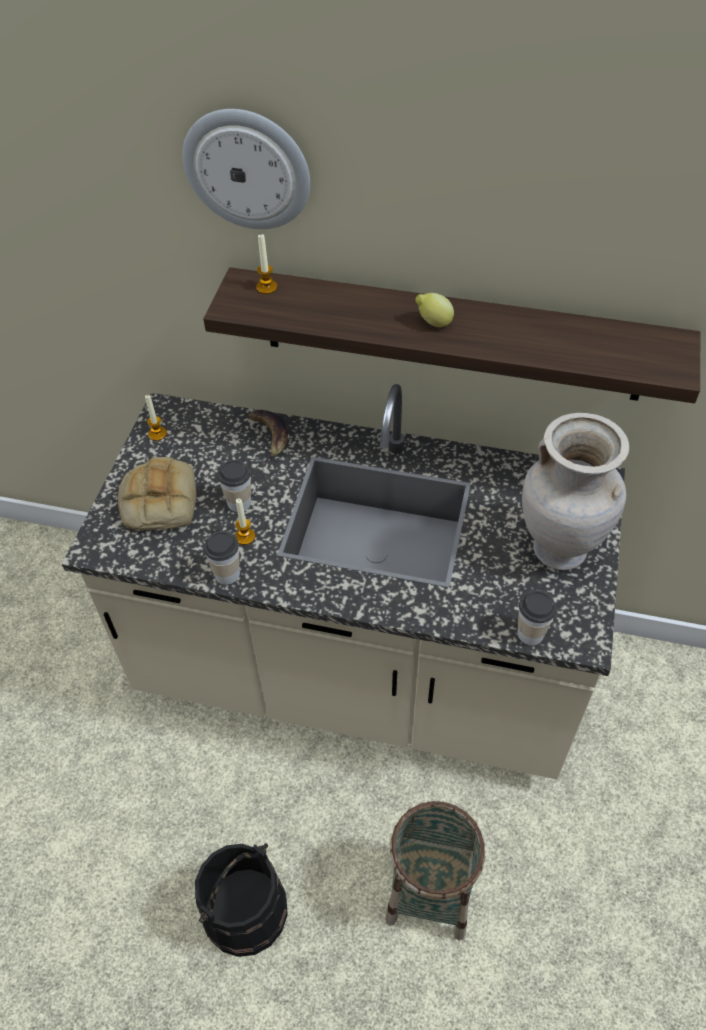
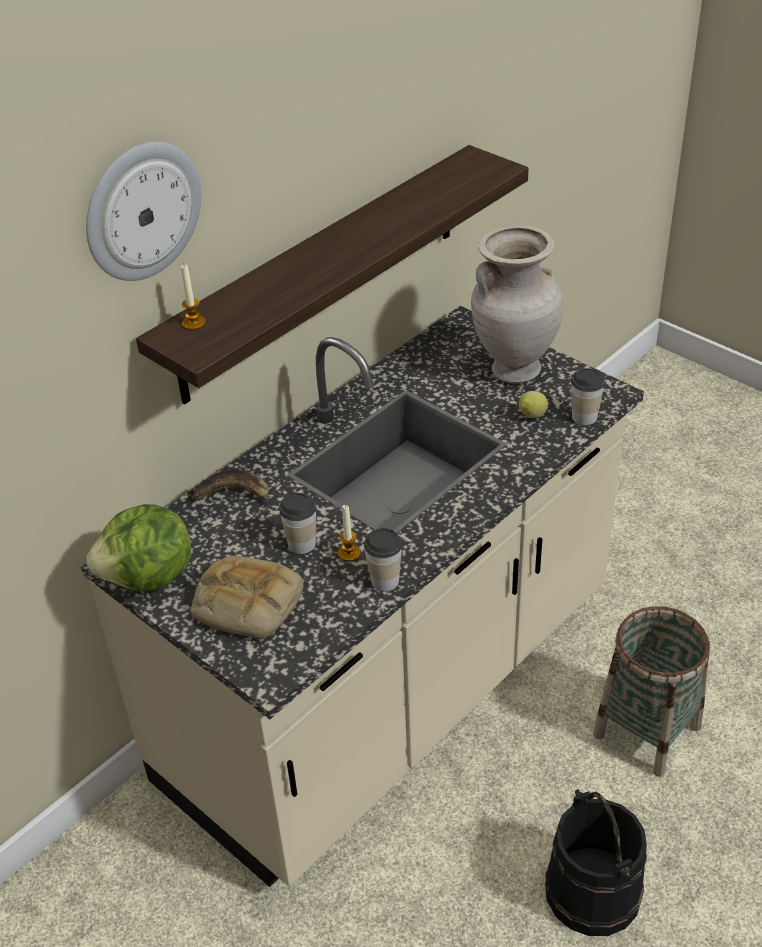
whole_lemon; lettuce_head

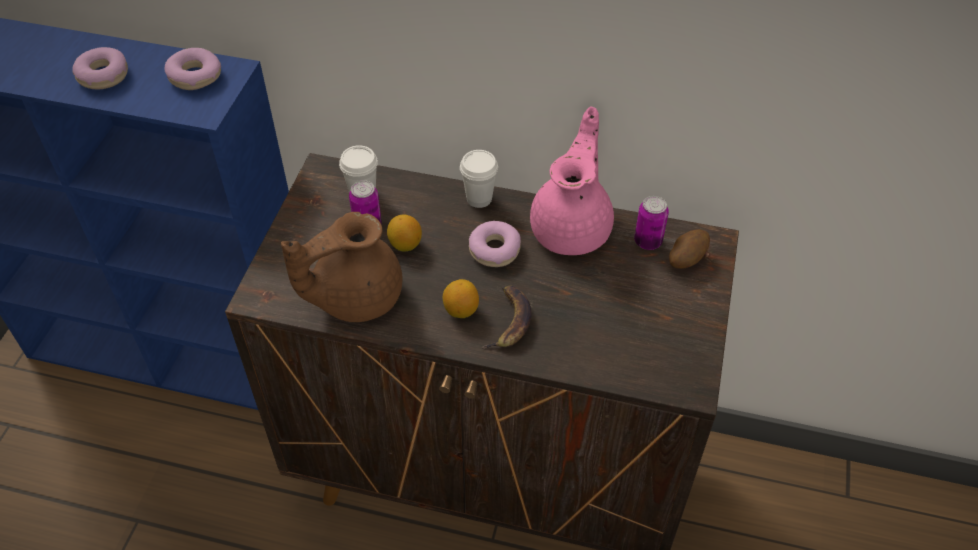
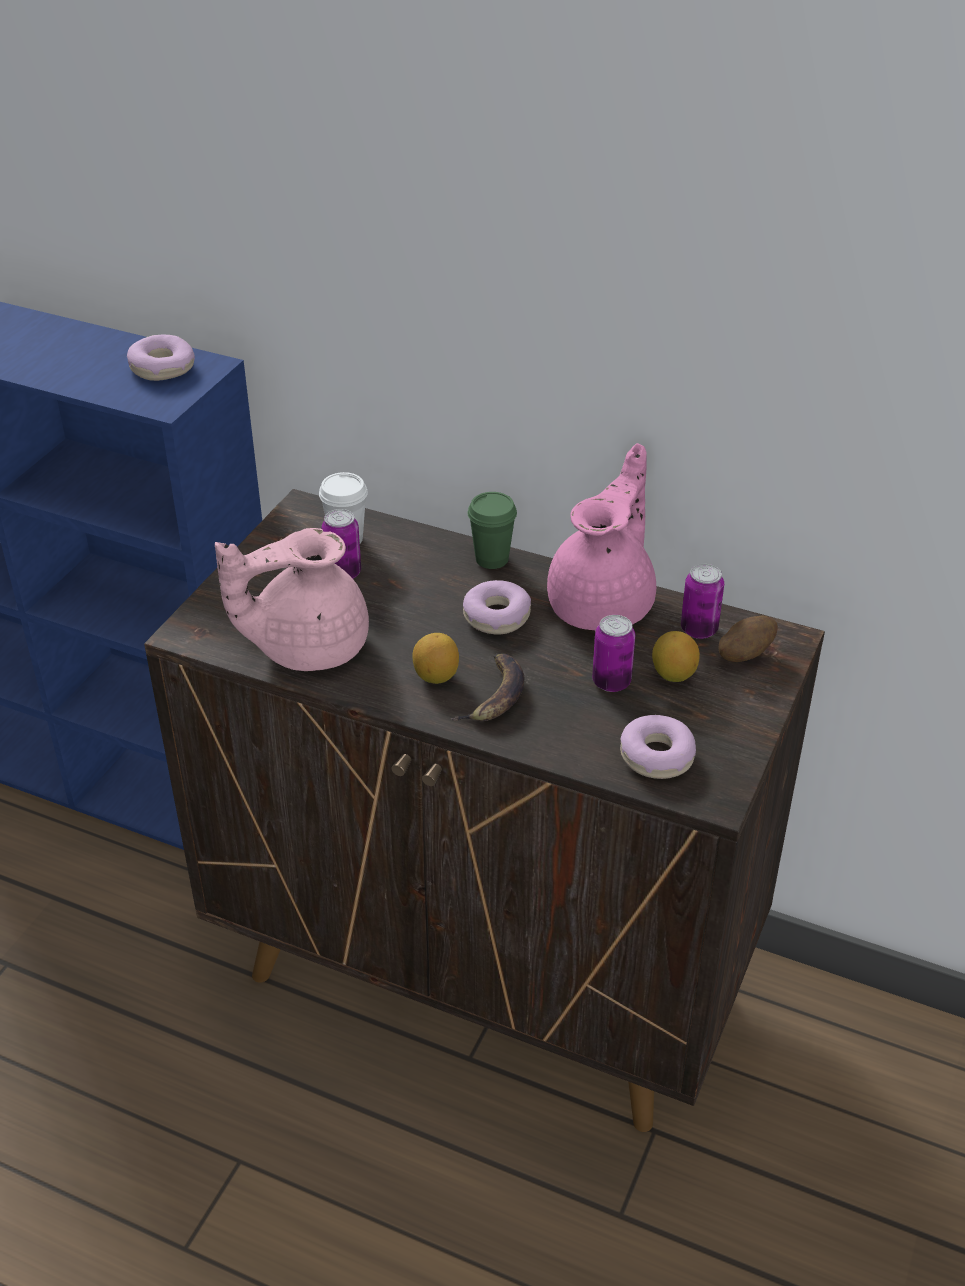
can (no. 2 from left); ring_doughnut (no. 3 from left); whole_lemon (no. 2 from left); pink_pot_for_tea (no. 1 from left); green_cup

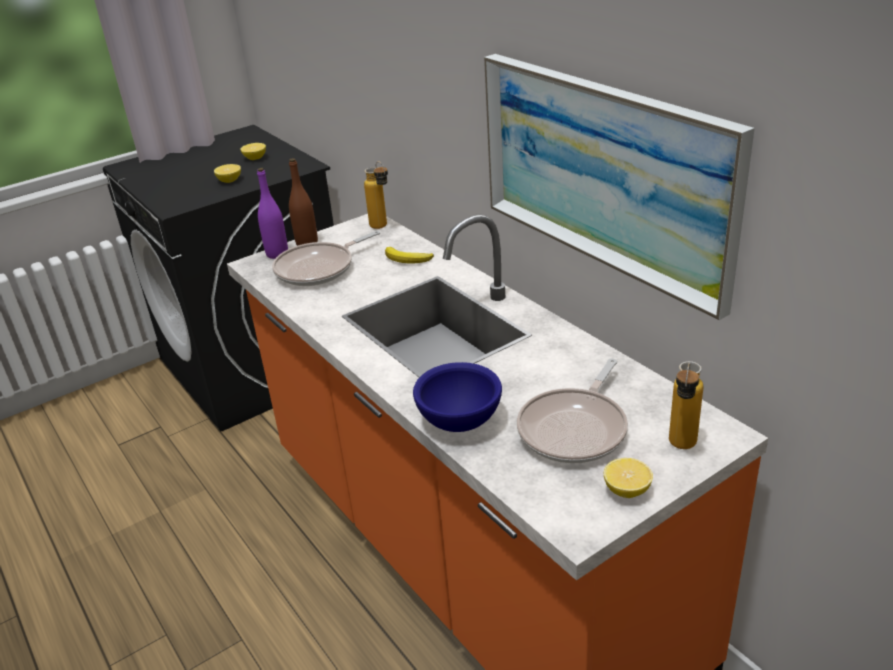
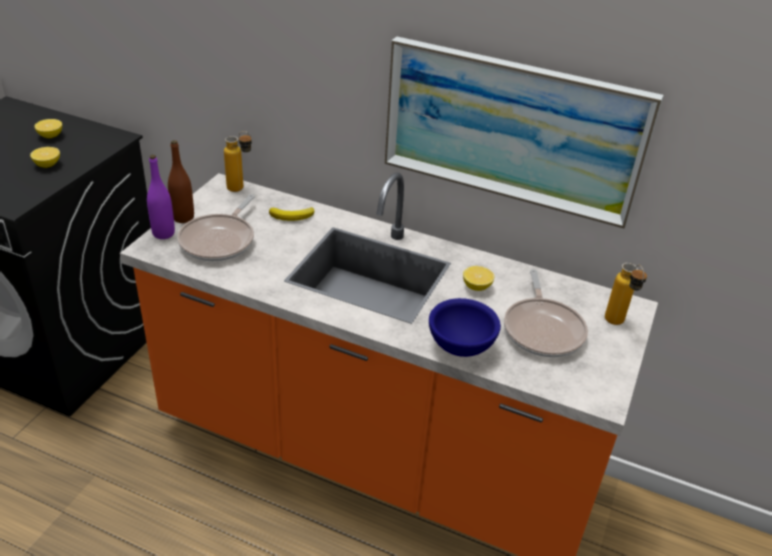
whole_lemon (no. 3 from left)

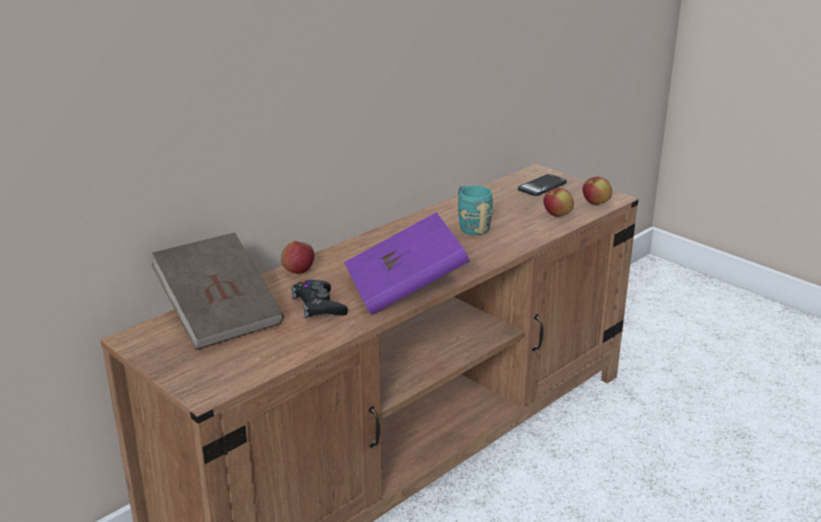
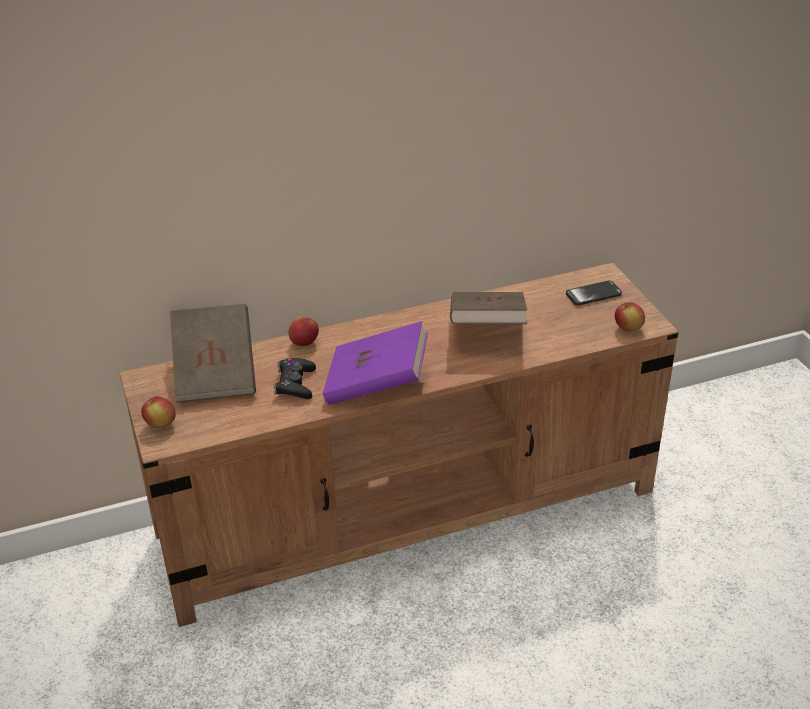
apple (no. 1 from left); brownish_bound_book (no. 2 from left)

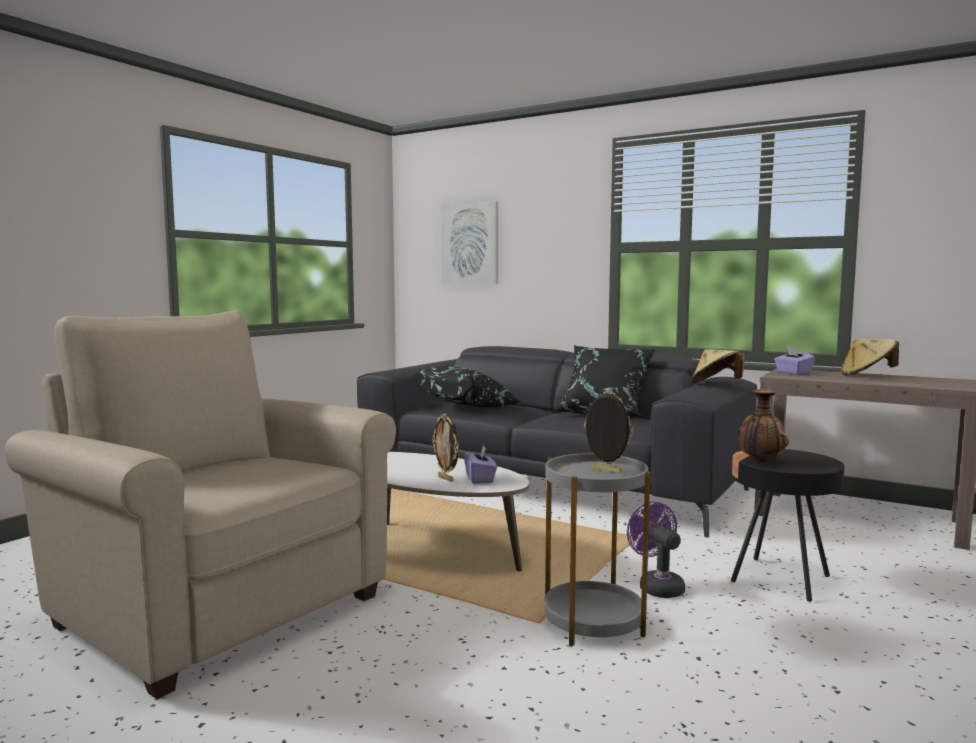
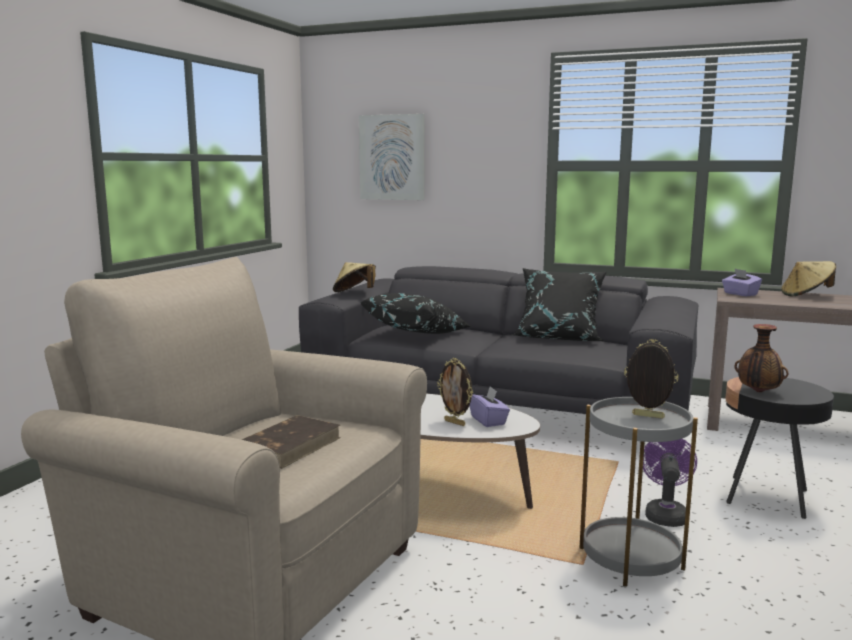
brownish_bound_book; sand-coloured_clothing_hat (no. 1 from left); purple-coloured_cooling_fan

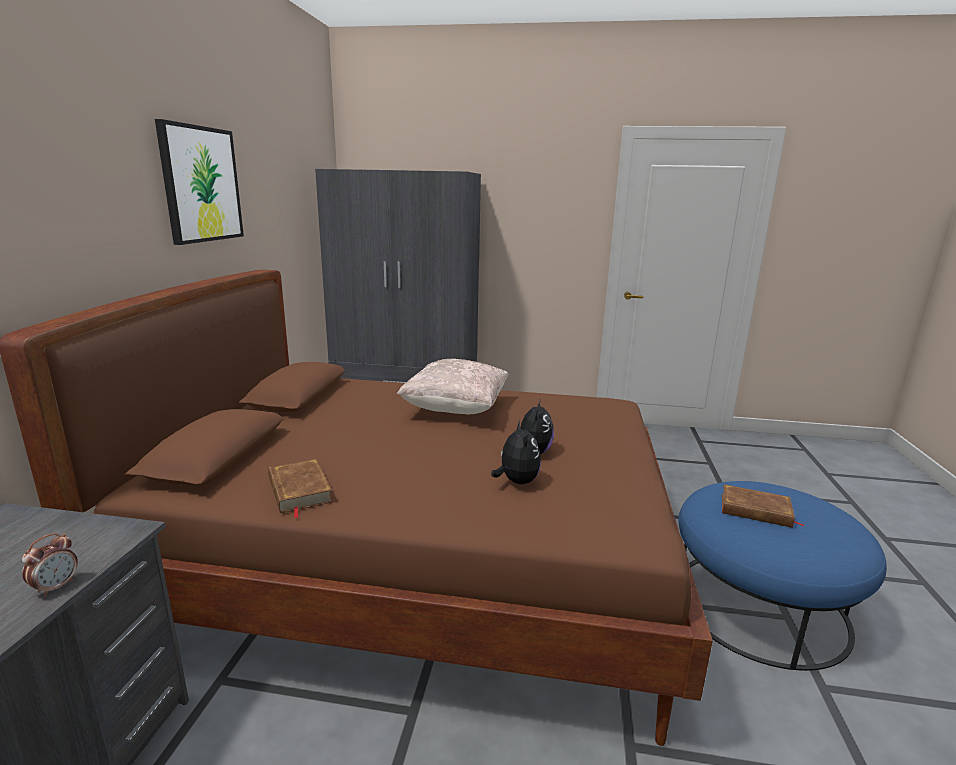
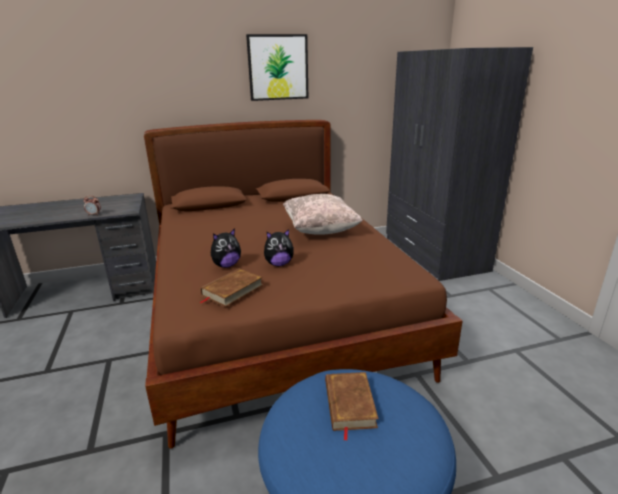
brownish_bound_book (no. 1 from left)

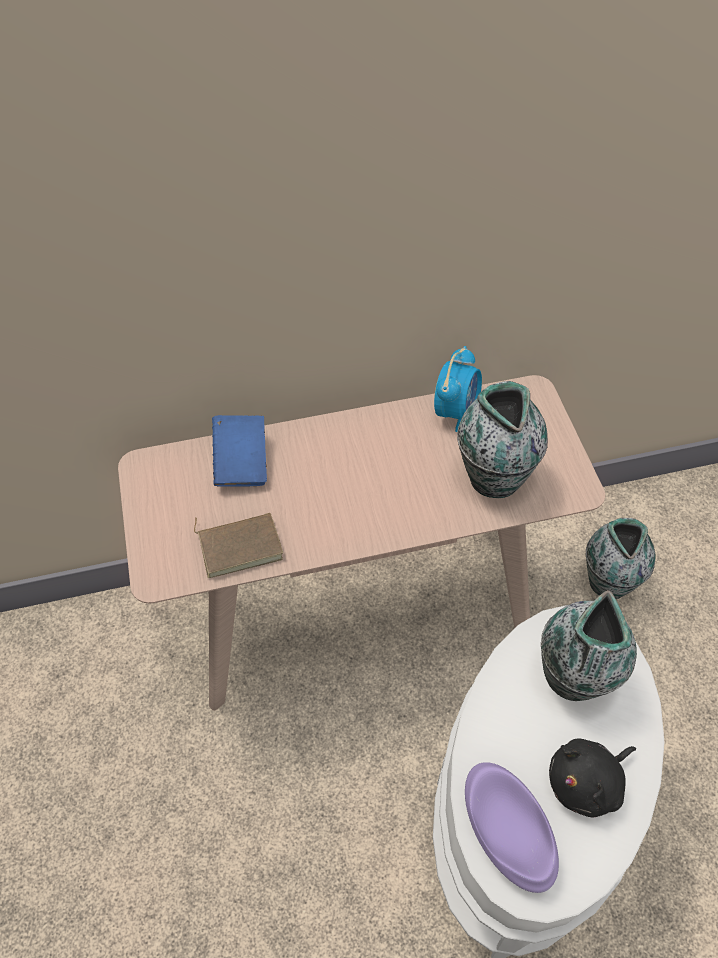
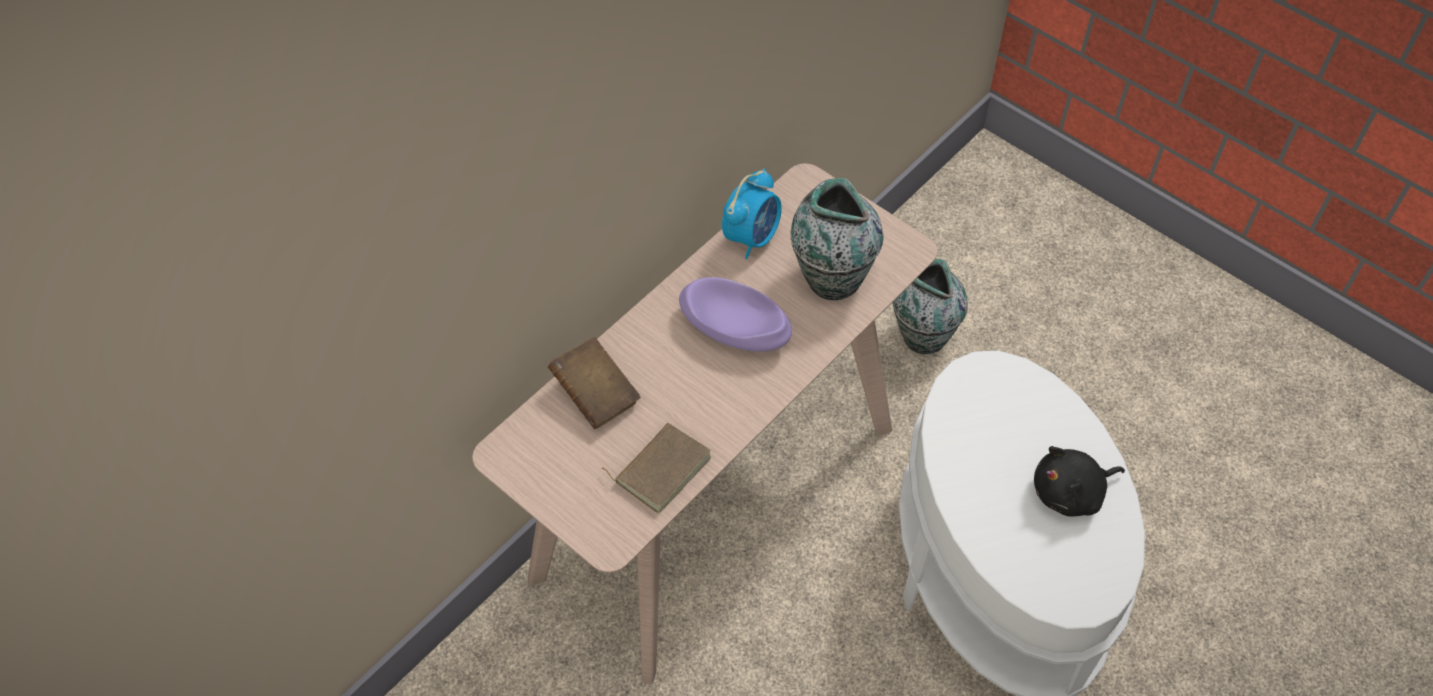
vase (no. 2 from left in the first image); purple-coloured_deep_dish; brownish_bound_book (no. 1 from left); bedside_clock; black-coloured_soft_toy

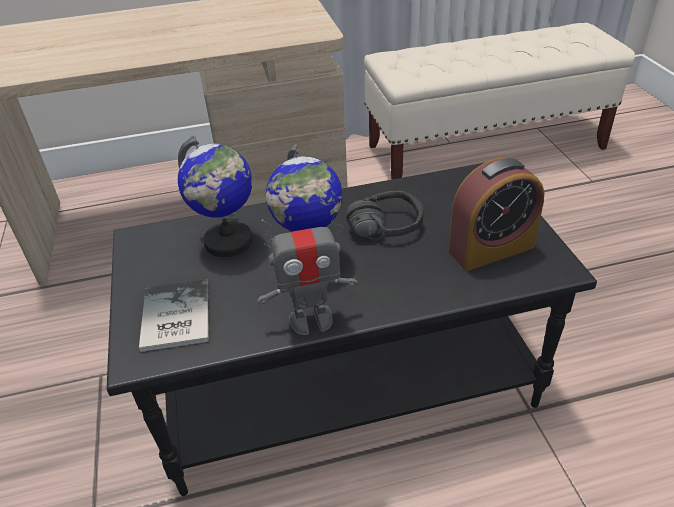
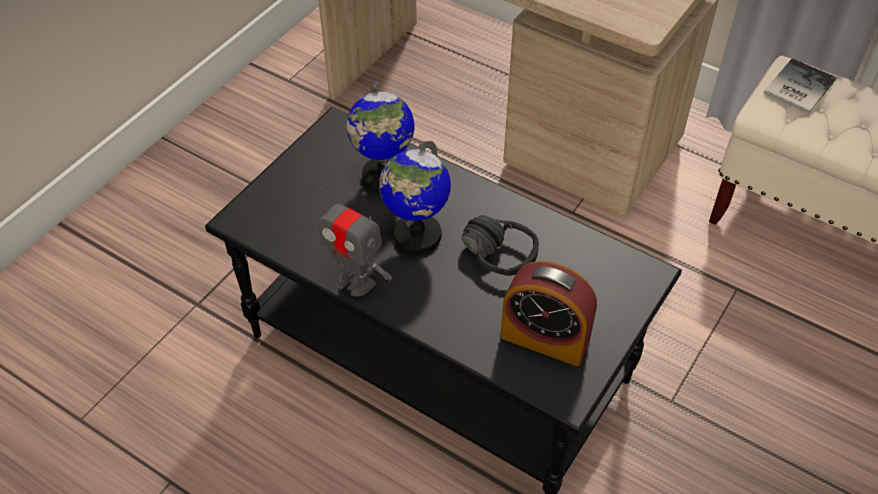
bound_book

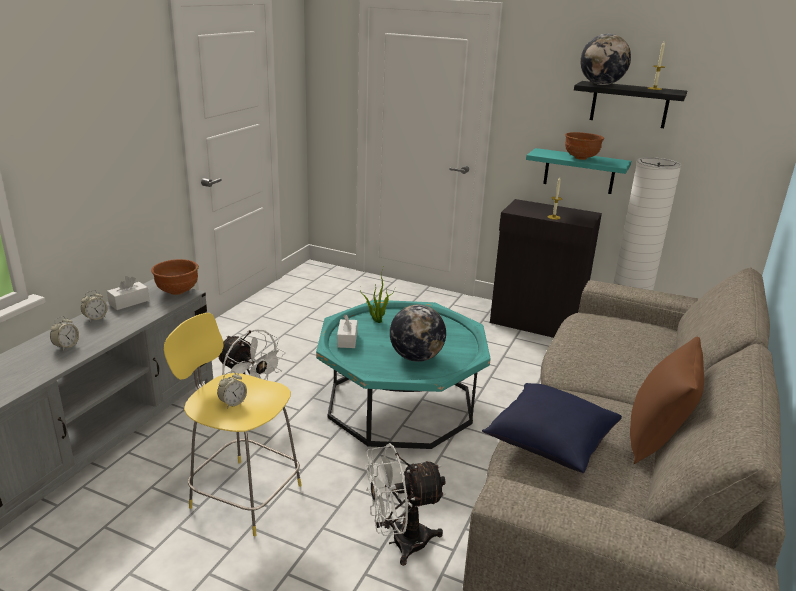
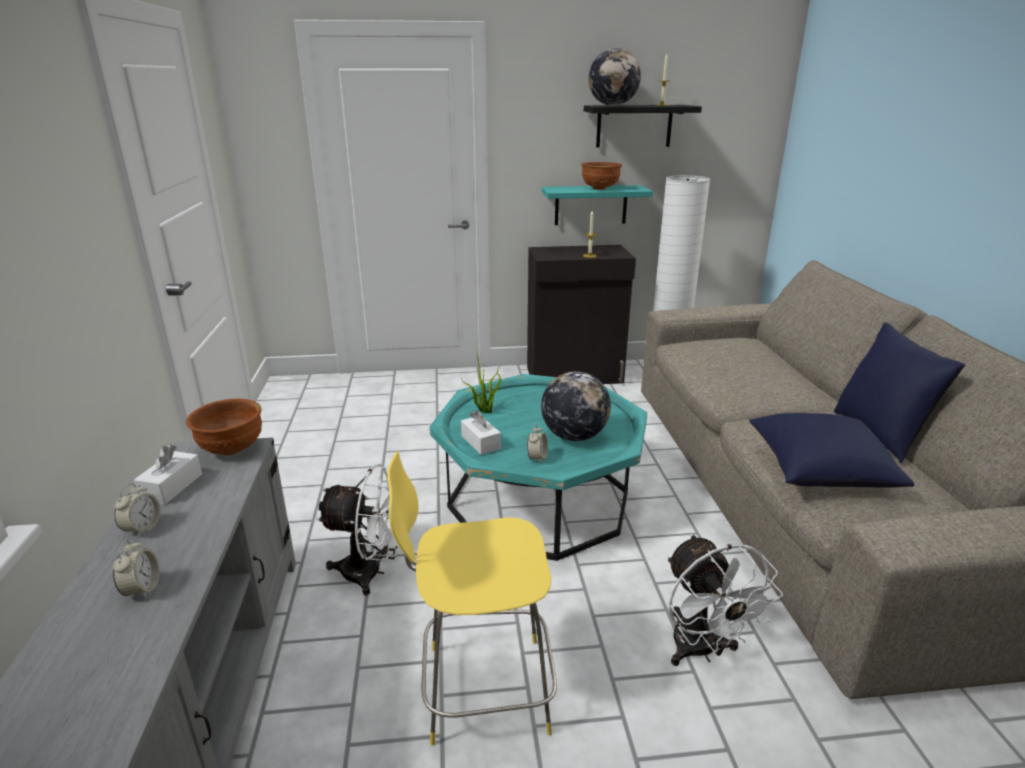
bedside_clock (no. 3 from left); blue-coloured_throw_pillow (no. 2 from left); white_cooling_fan (no. 2 from left)

